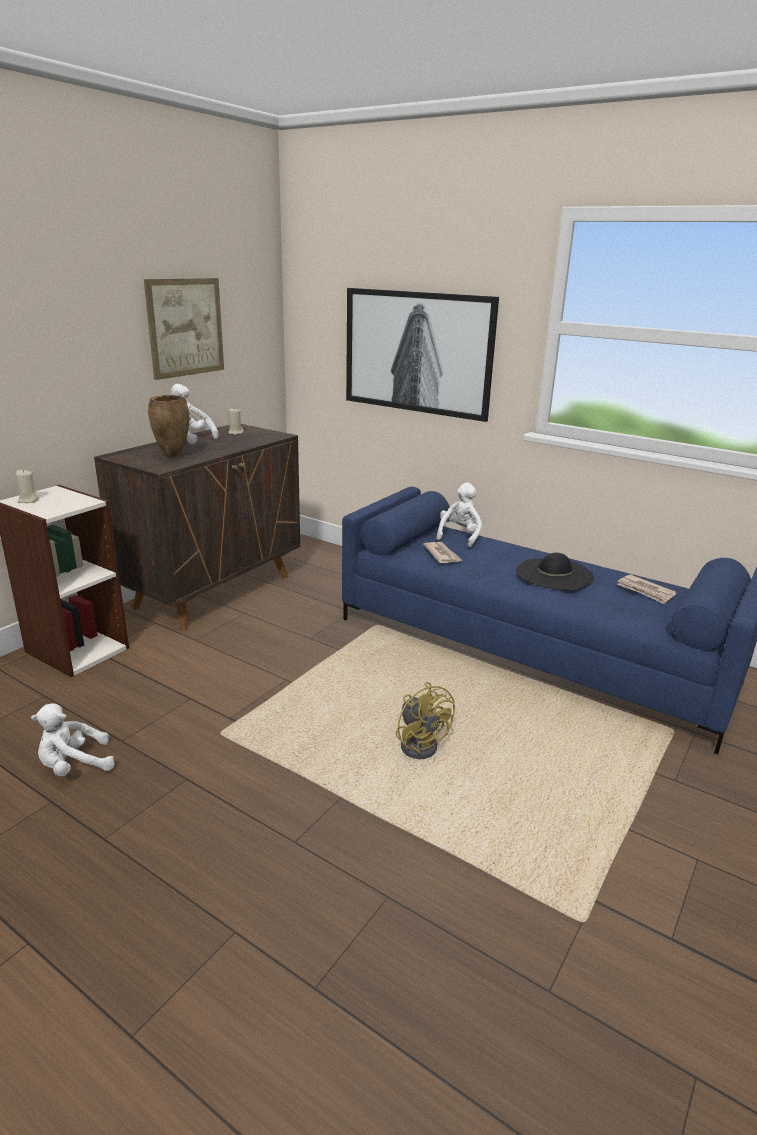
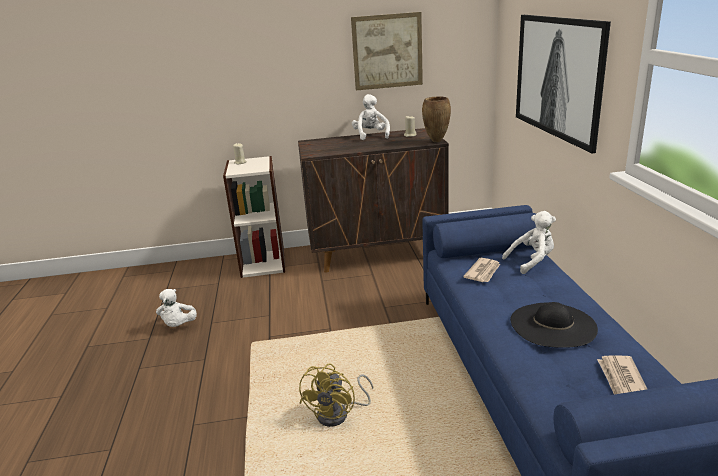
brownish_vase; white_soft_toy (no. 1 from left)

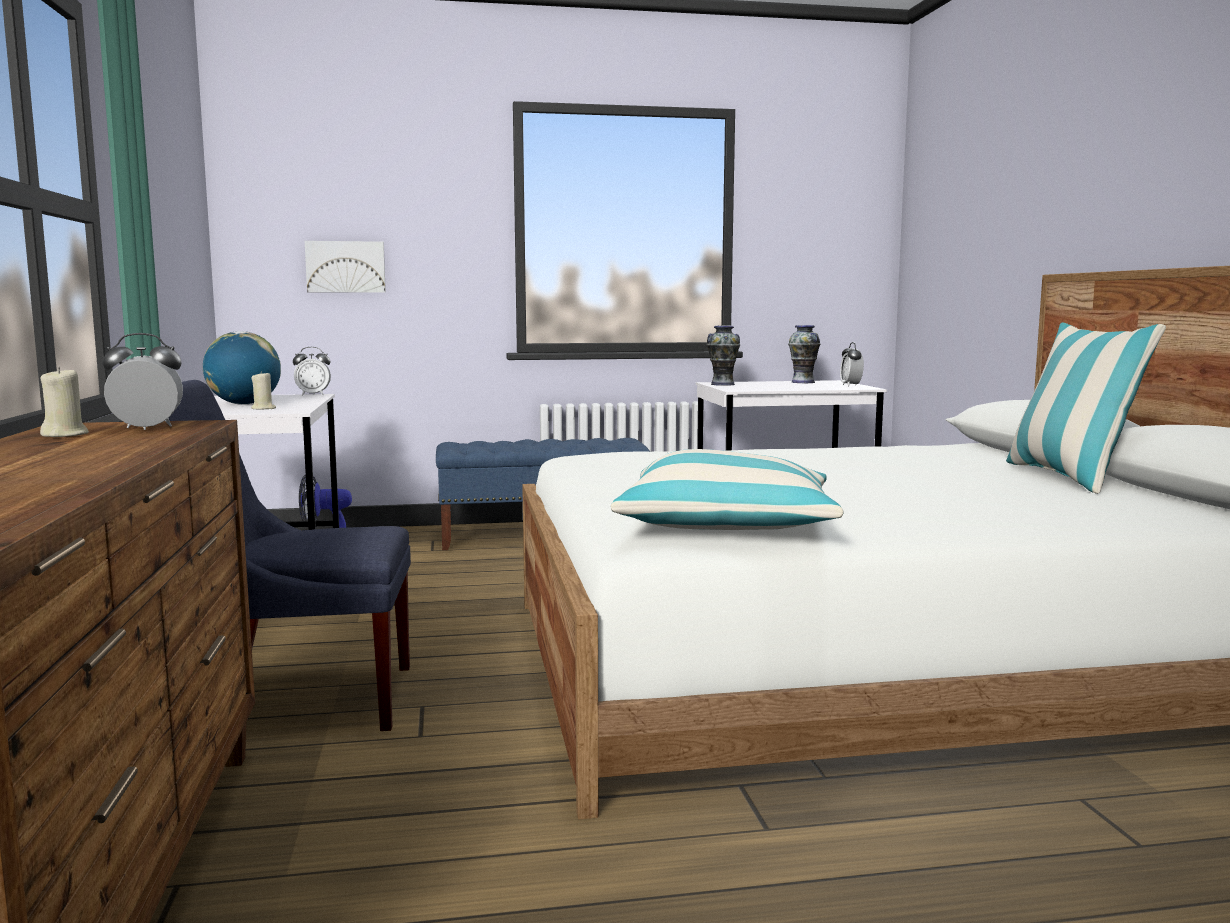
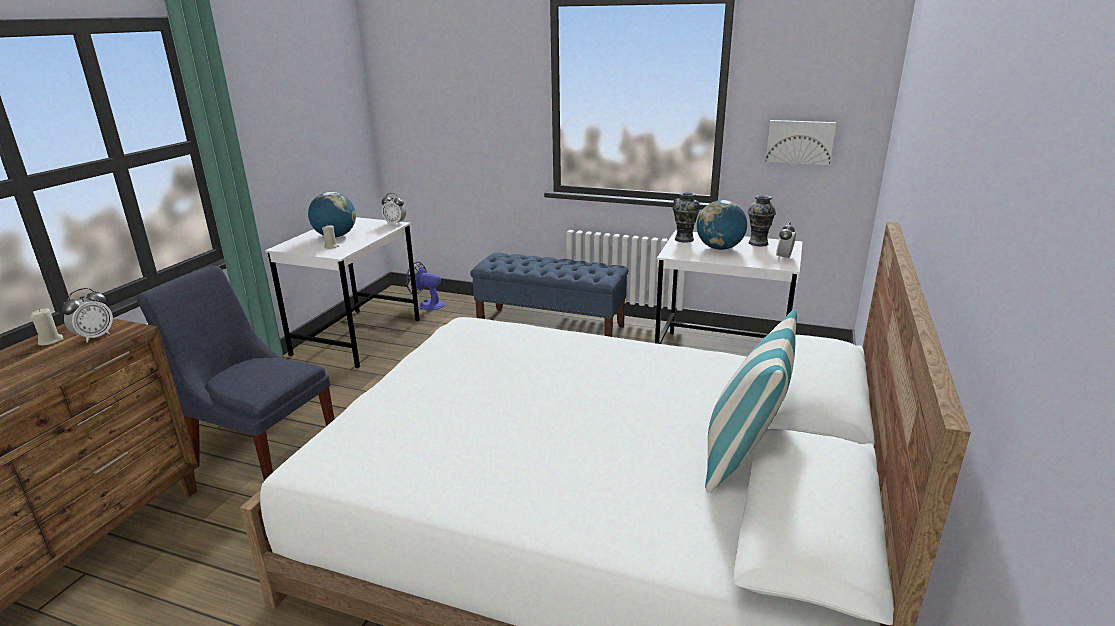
throw_pillow (no. 1 from left in the first image); desk_globe (no. 2 from left); wall_art; bedside_clock (no. 1 from left)

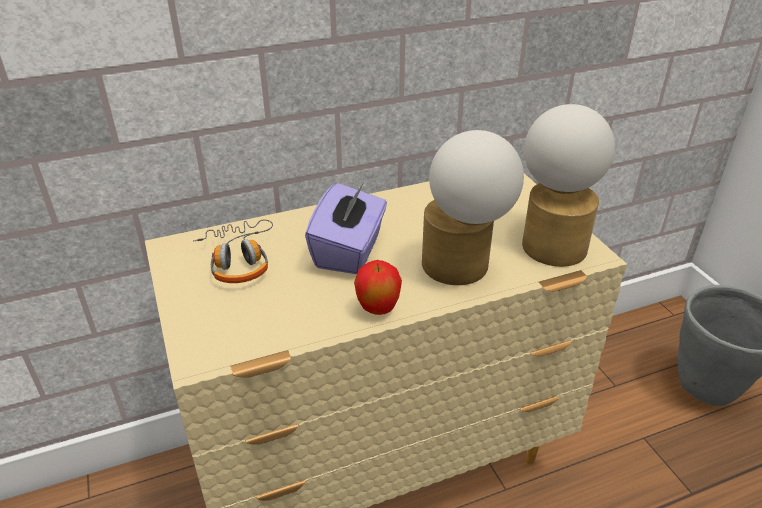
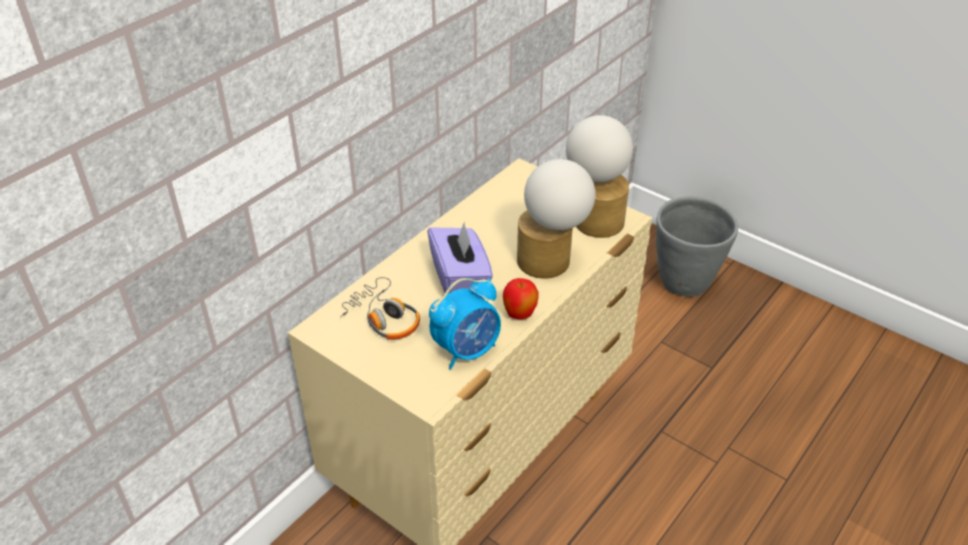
bedside_clock

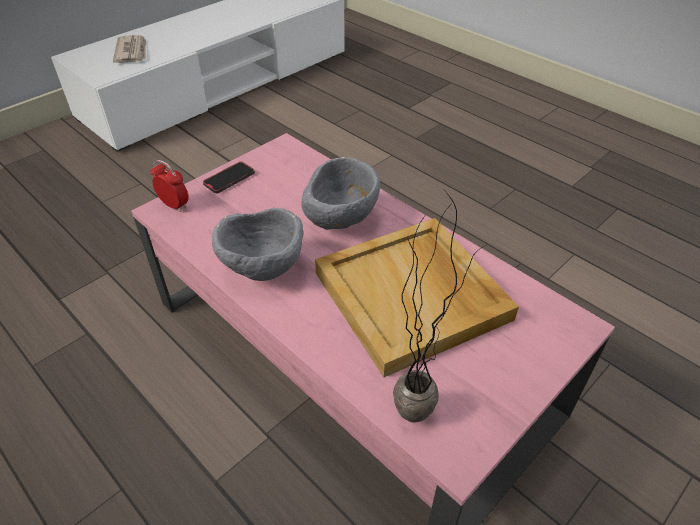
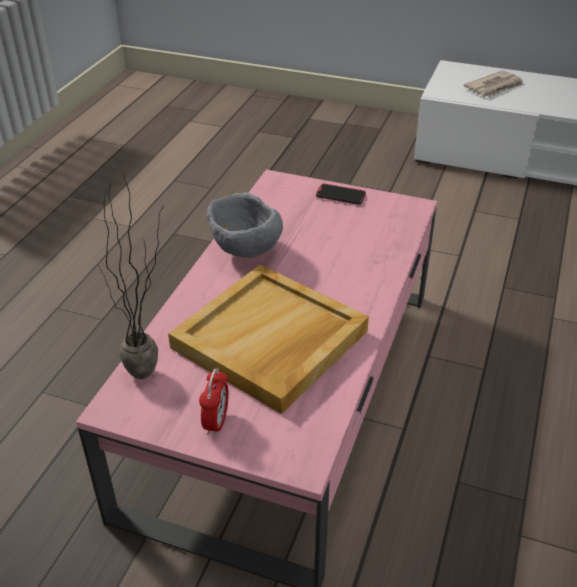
grey_deep_dish (no. 2 from left in the first image); bedside_clock

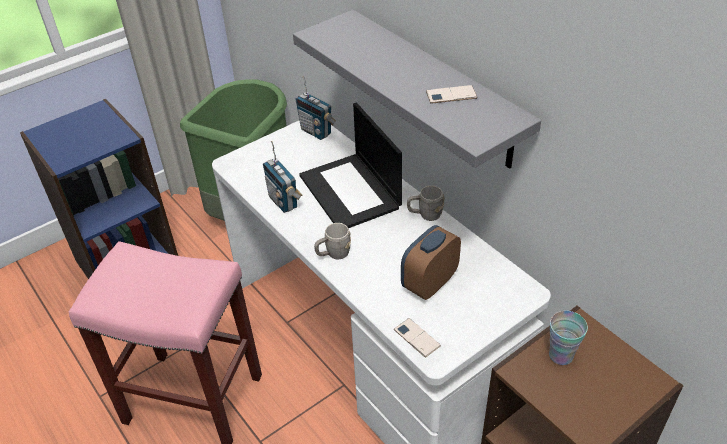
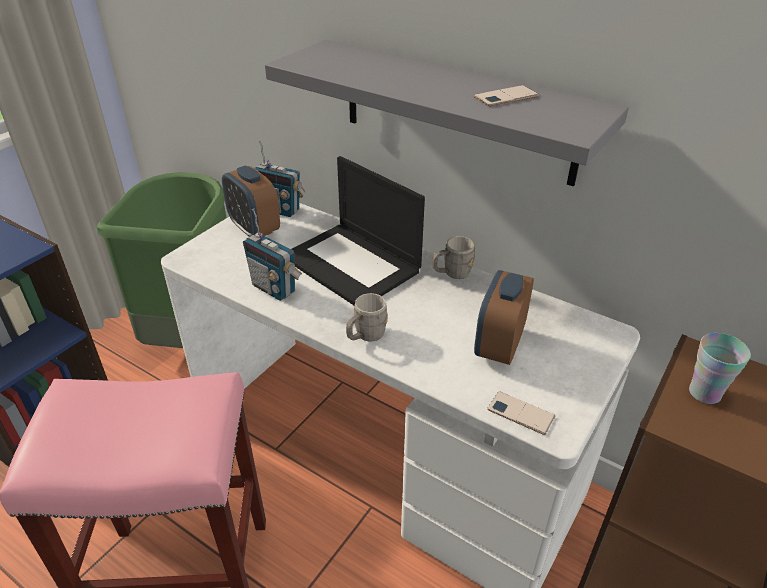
bedside_clock (no. 1 from left)

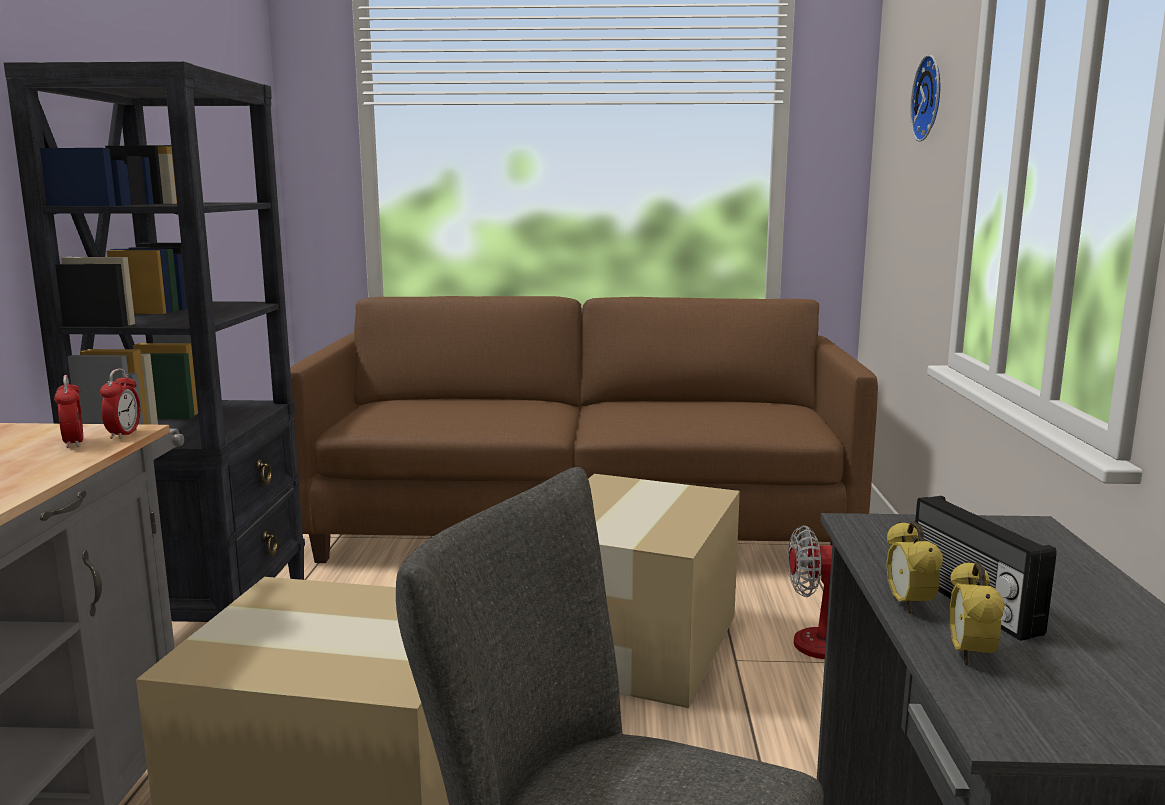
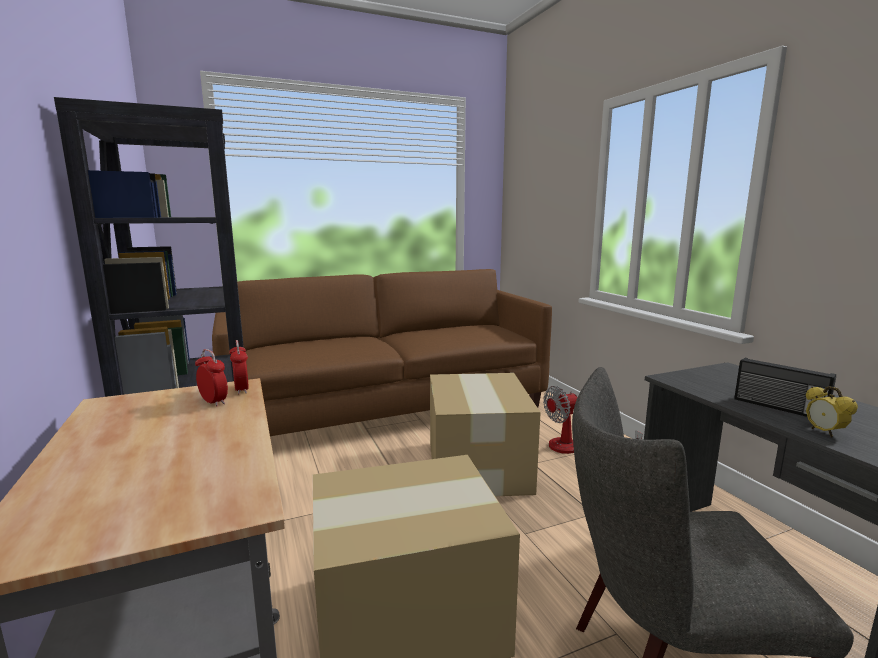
bedside_clock (no. 3 from left in the first image); hanging_clock

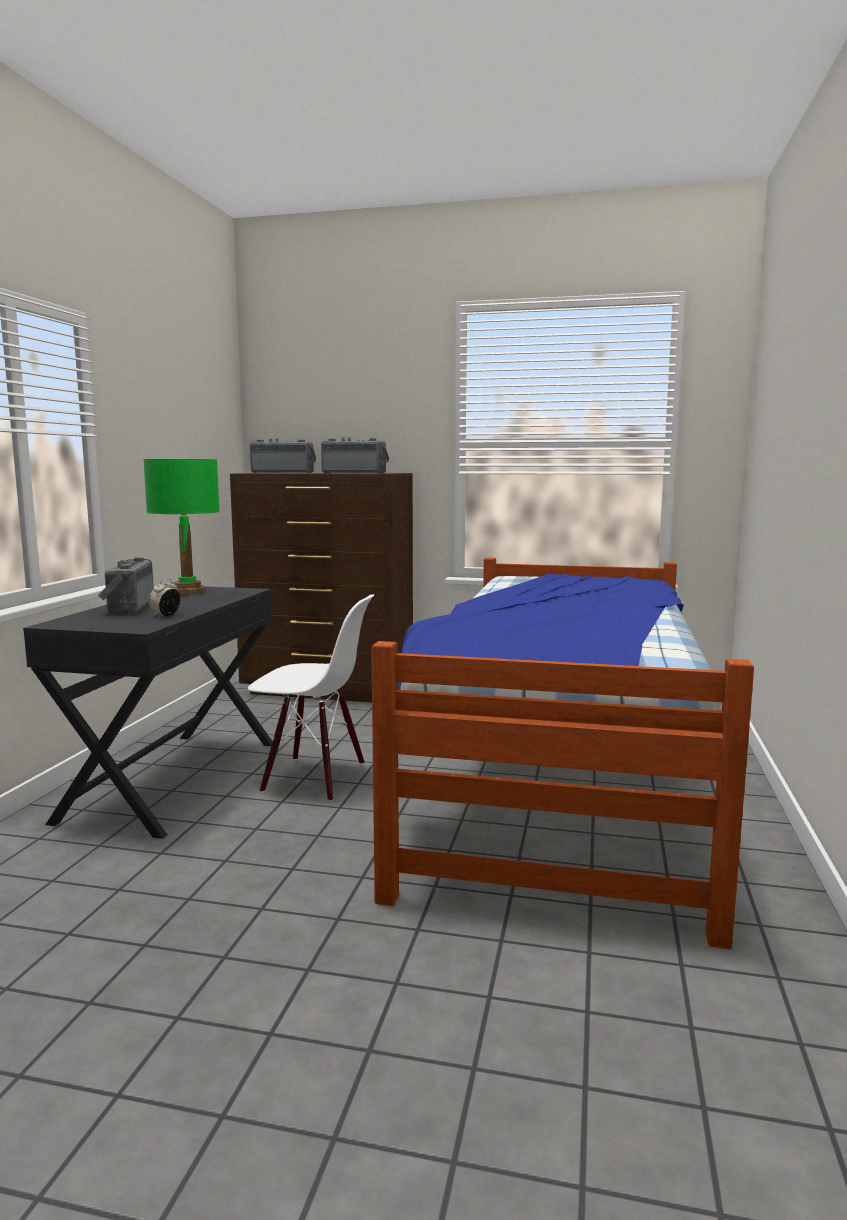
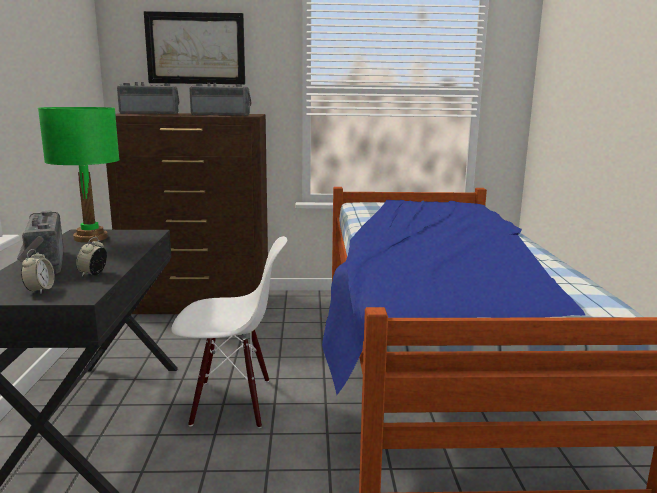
bedside_clock (no. 1 from left); wall_art

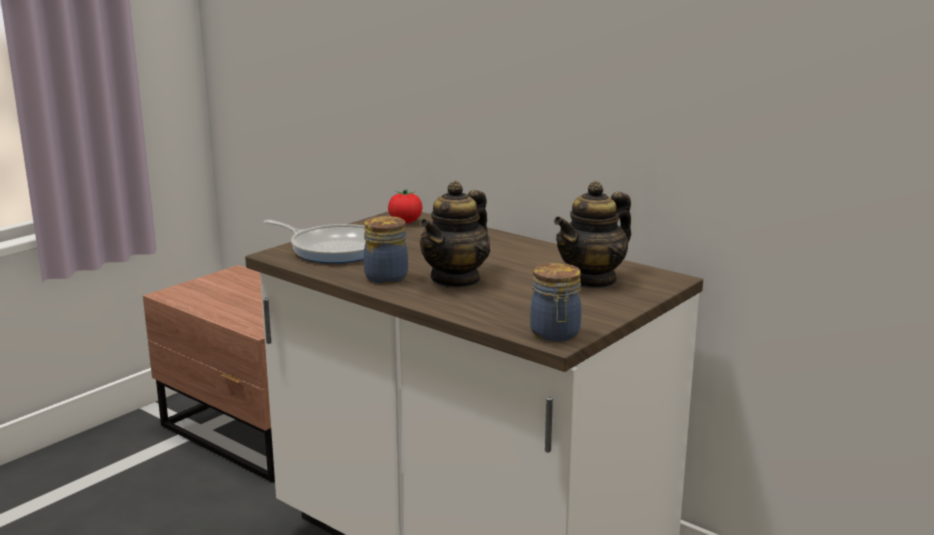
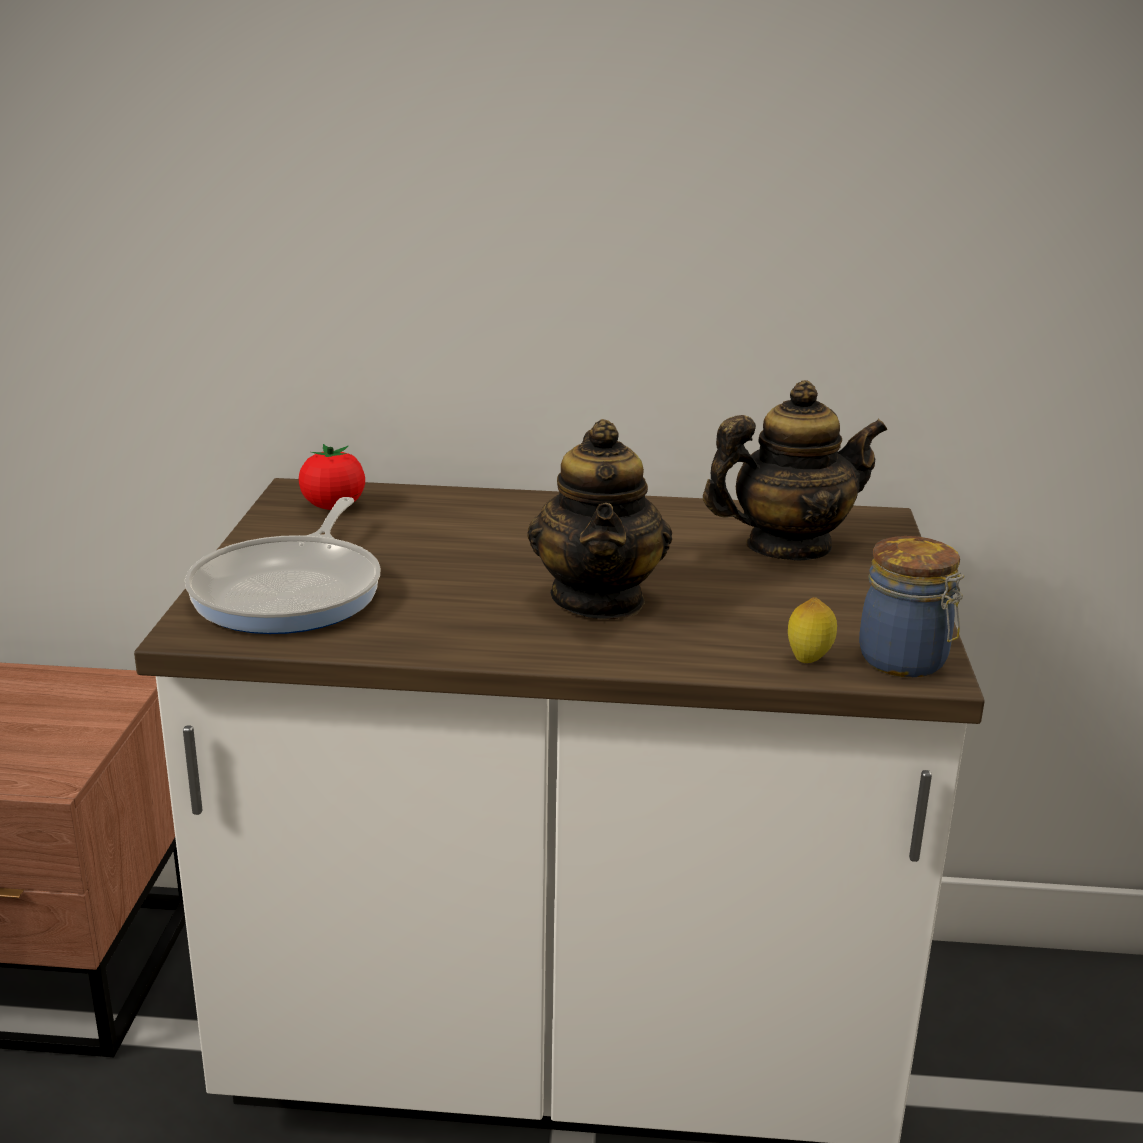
jar (no. 1 from left in the first image); whole_lemon; pan; pot_for_tea (no. 2 from left)

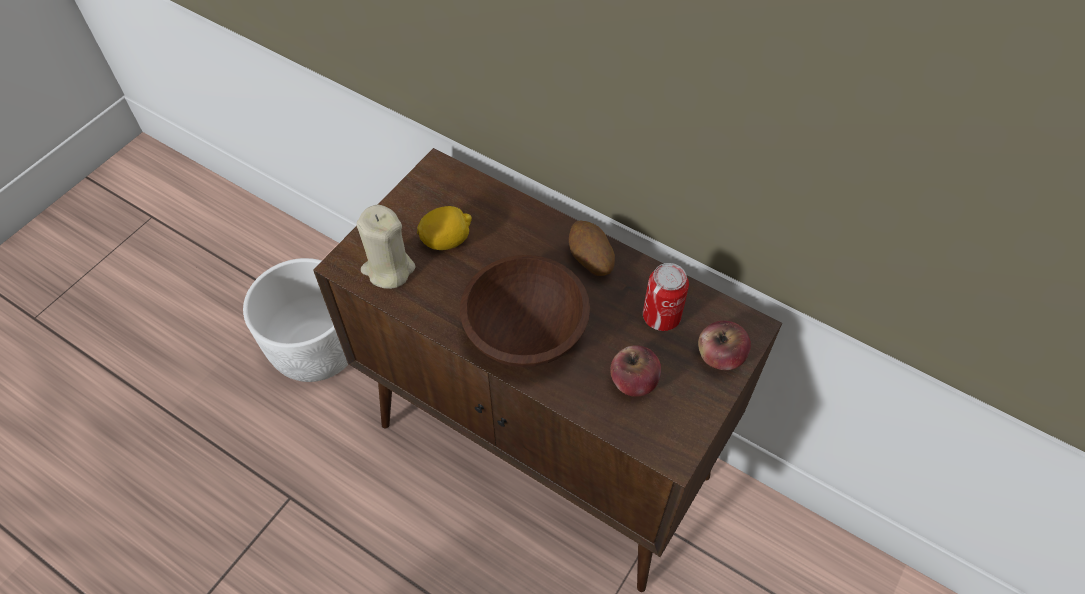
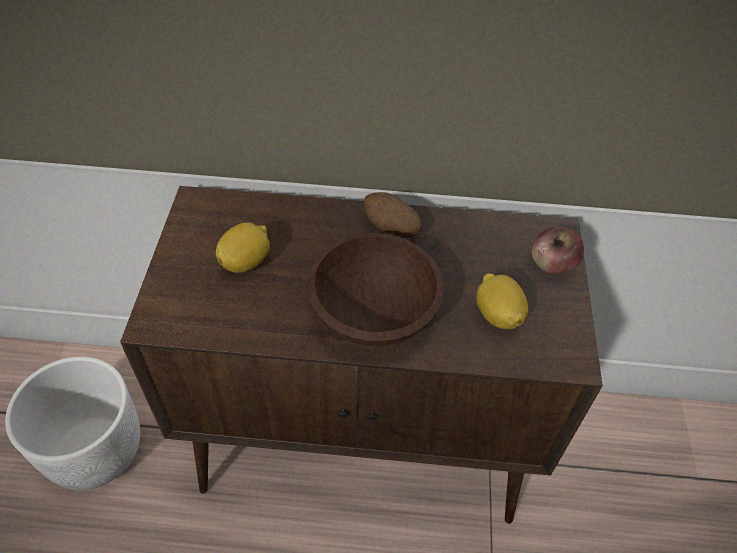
sand-coloured_wax_candle; can; whole_lemon (no. 2 from left)

